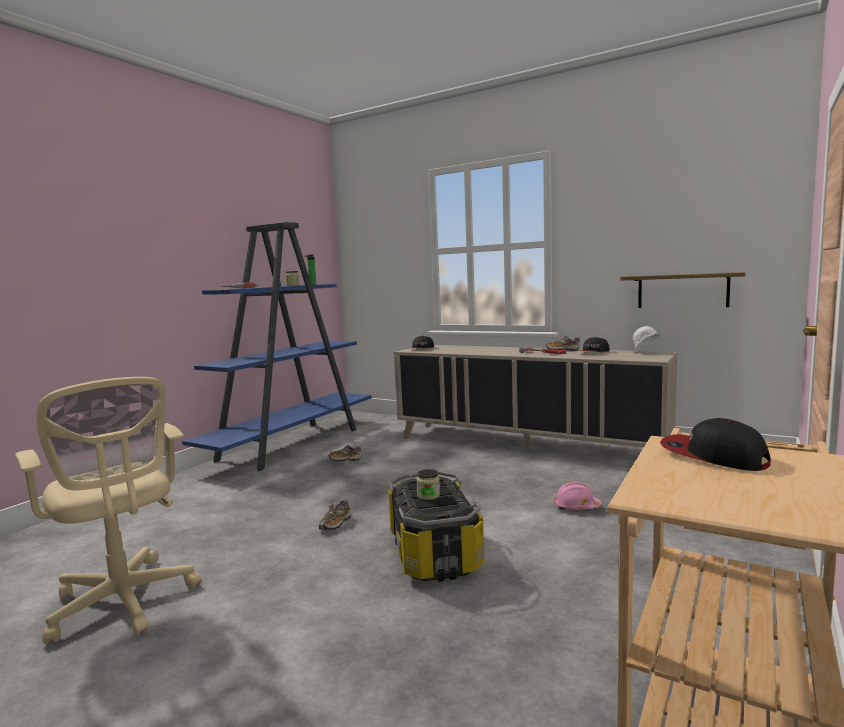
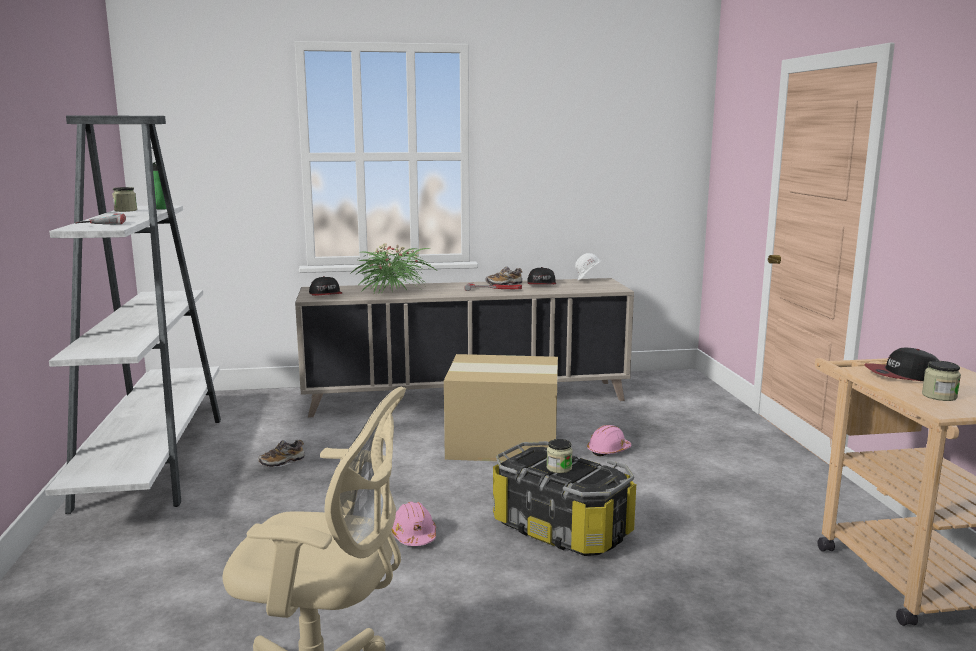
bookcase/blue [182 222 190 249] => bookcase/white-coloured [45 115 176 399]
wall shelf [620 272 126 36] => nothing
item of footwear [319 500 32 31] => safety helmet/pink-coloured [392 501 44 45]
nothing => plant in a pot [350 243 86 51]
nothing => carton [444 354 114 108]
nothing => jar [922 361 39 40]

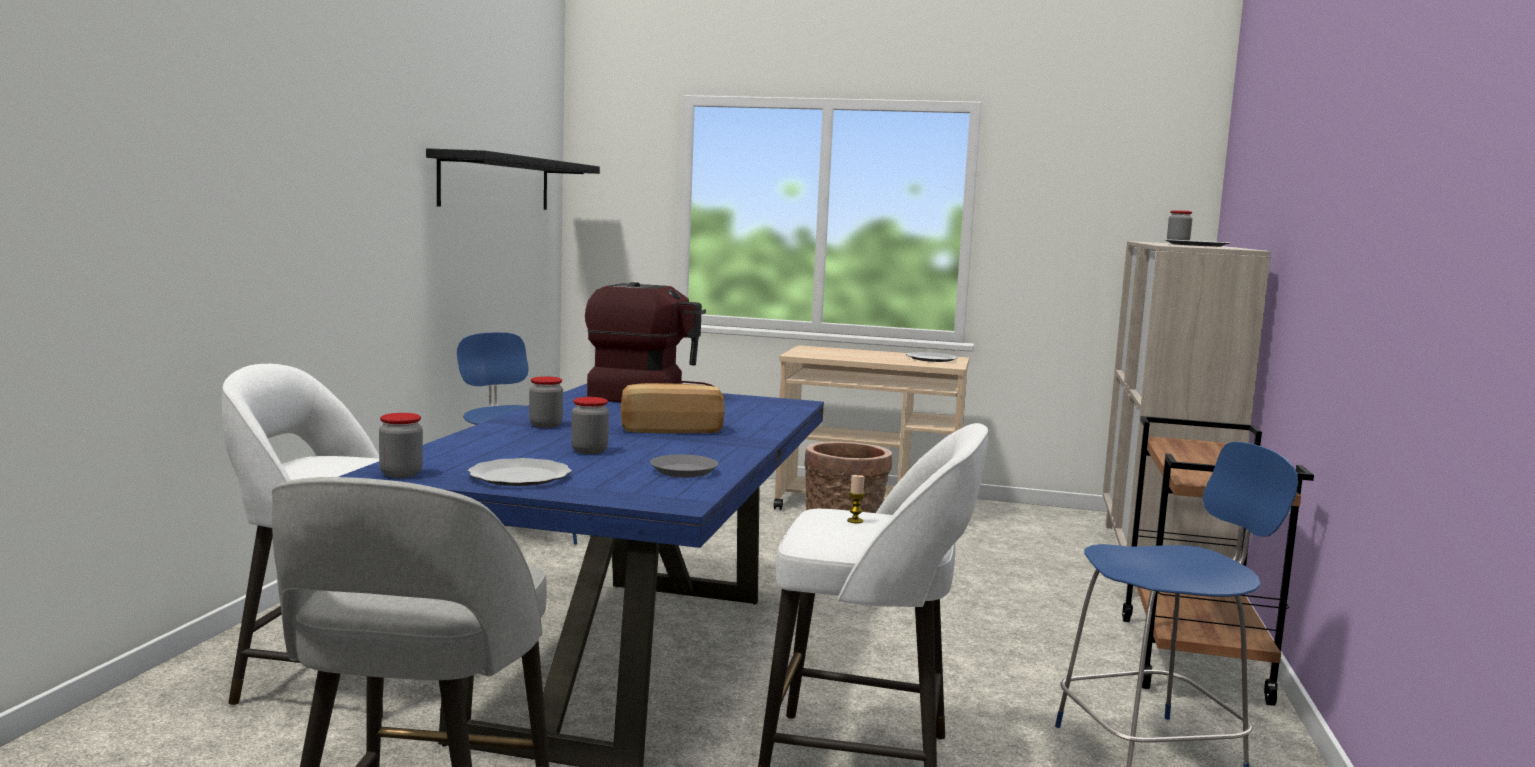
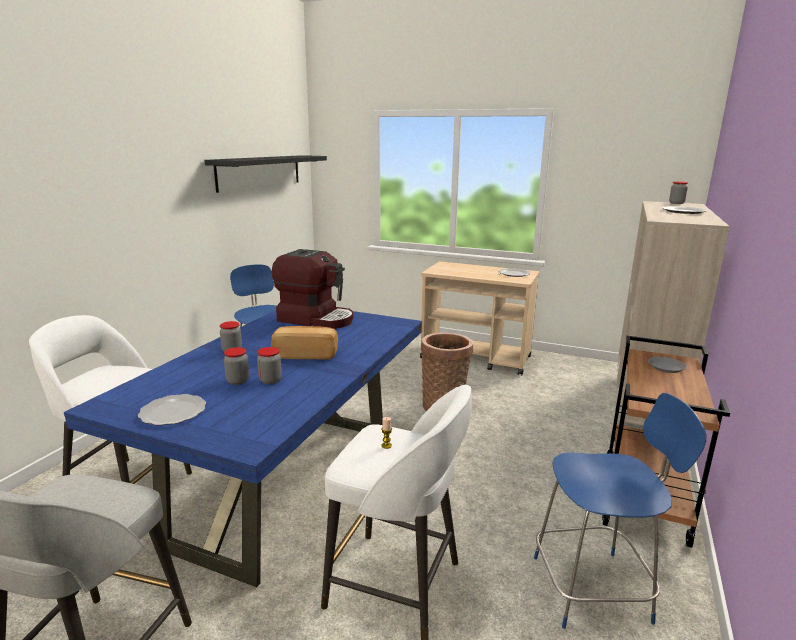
jar [379 413 44 65] => jar [257 347 25 37], relocated
dinner plate/grey [650 455 68 23] => dinner plate/grey [648 357 38 16], relocated

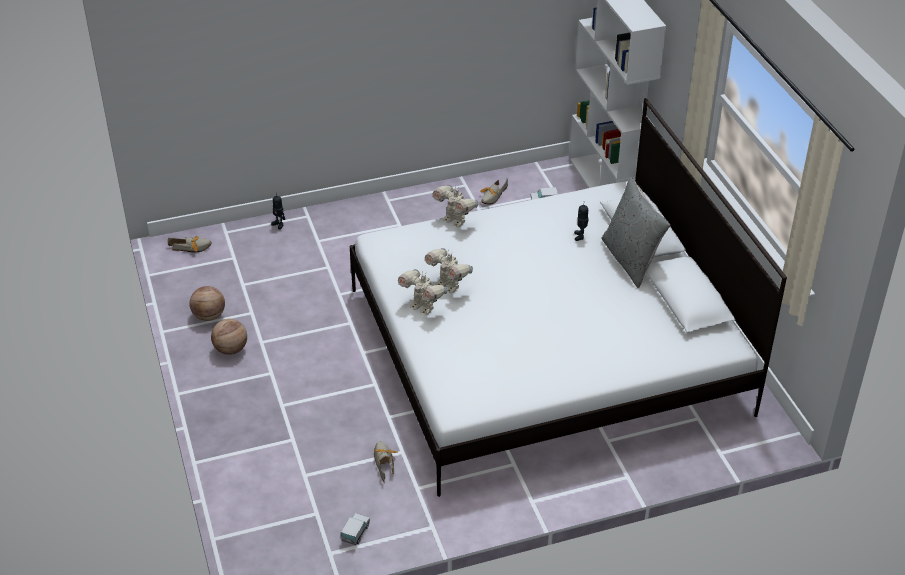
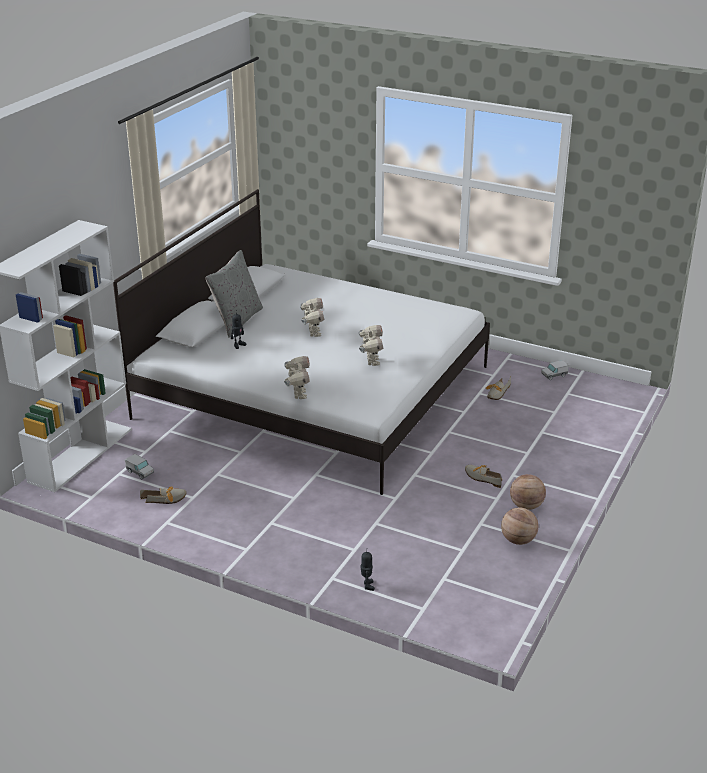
item of footwear [168 236 44 16] => item of footwear [465 465 37 23], relocated
toy robot [398 269 50 46] => toy robot [300 298 25 39], relocated

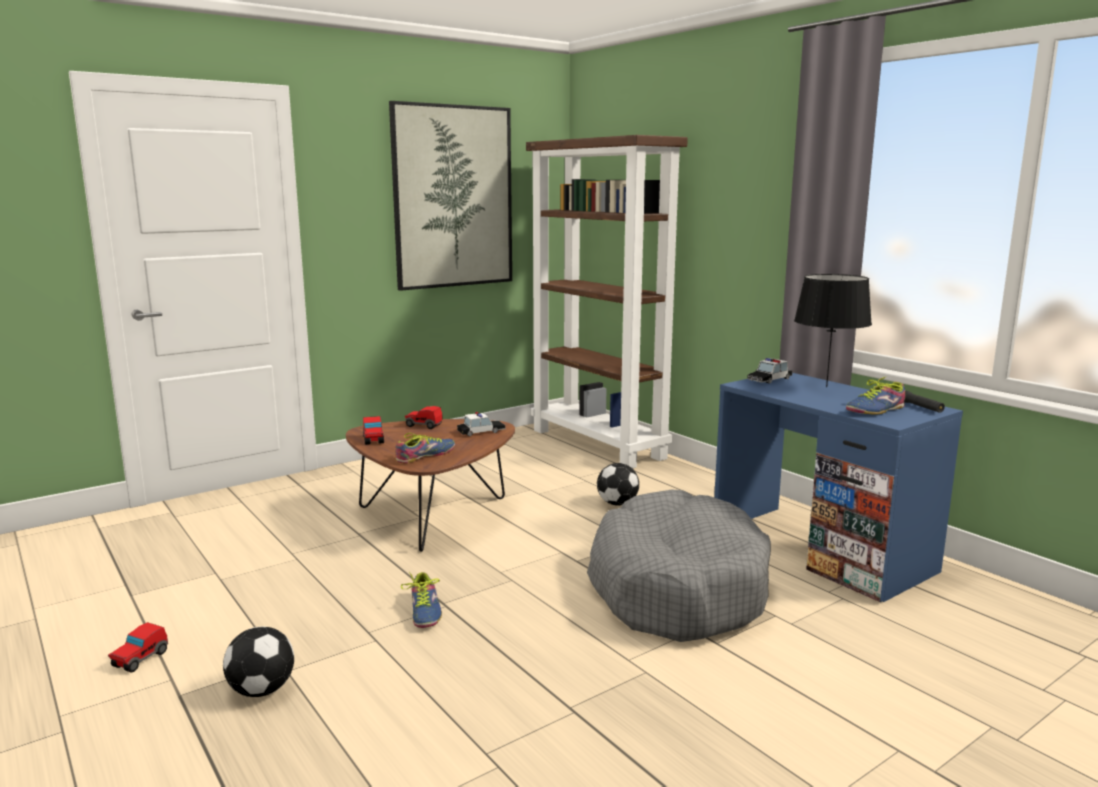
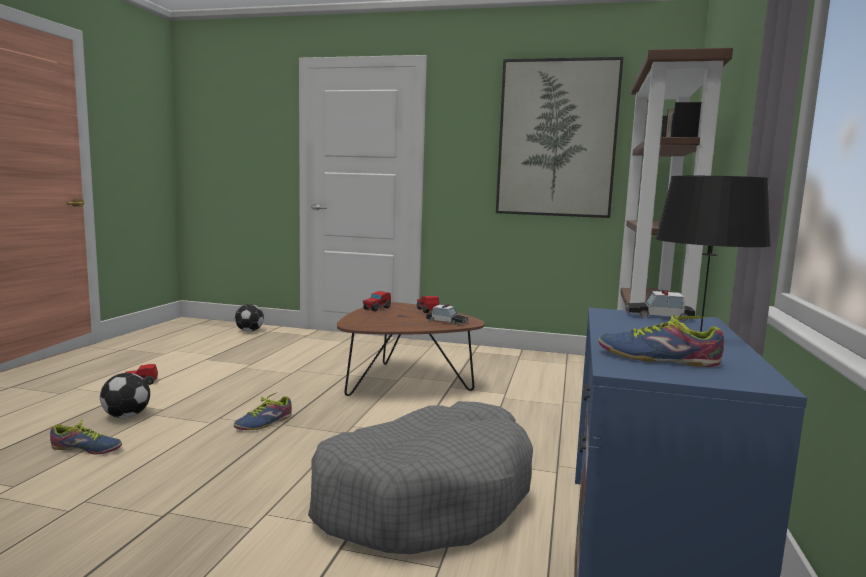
flashlight/black [904 390 41 23] => nothing
item of footwear [395 433 60 30] => item of footwear [50 420 72 34], relocated
football [597 463 42 43] => football [235 304 29 28], relocated

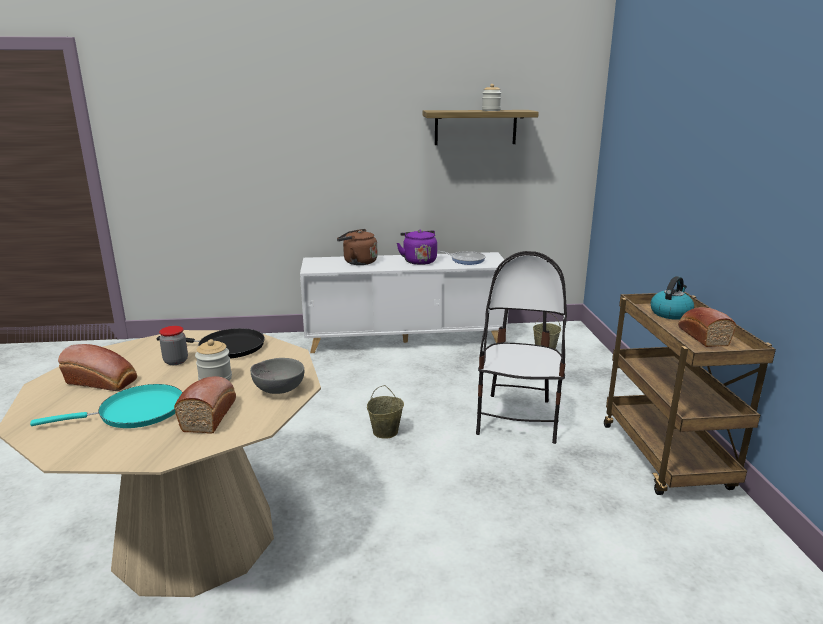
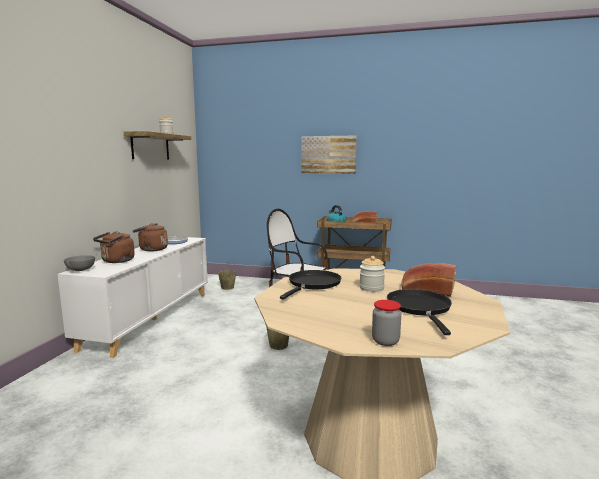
kettle/purple [397 230 40 35] => kettle/brown [132 223 36 28]
jar [159 326 29 39] => jar [372 300 29 46], relocated
baked bread [58 344 79 47] => nothing
deep dish/grey [250 358 54 36] => deep dish/grey [64 255 31 16], relocated
frying pan/blue-green [30 384 153 44] => frying pan/black [387 289 65 46]
nothing => wall art [302 136 55 38]

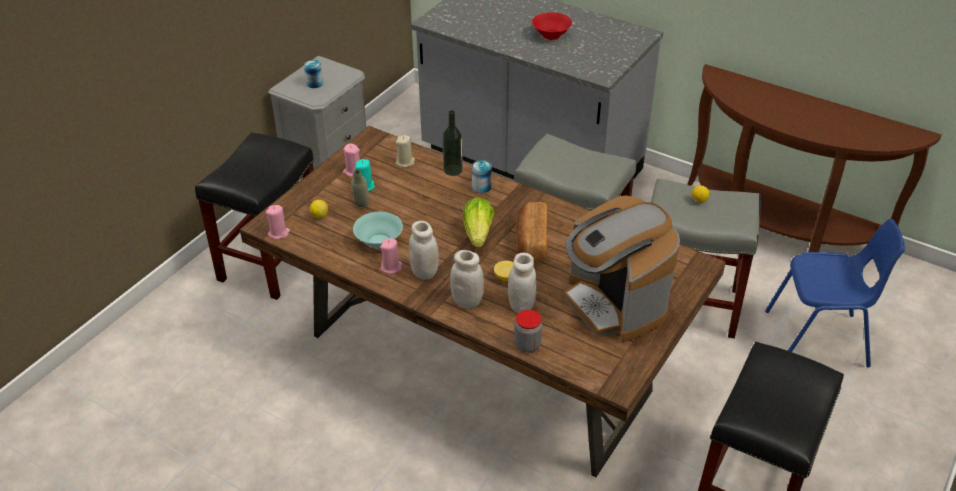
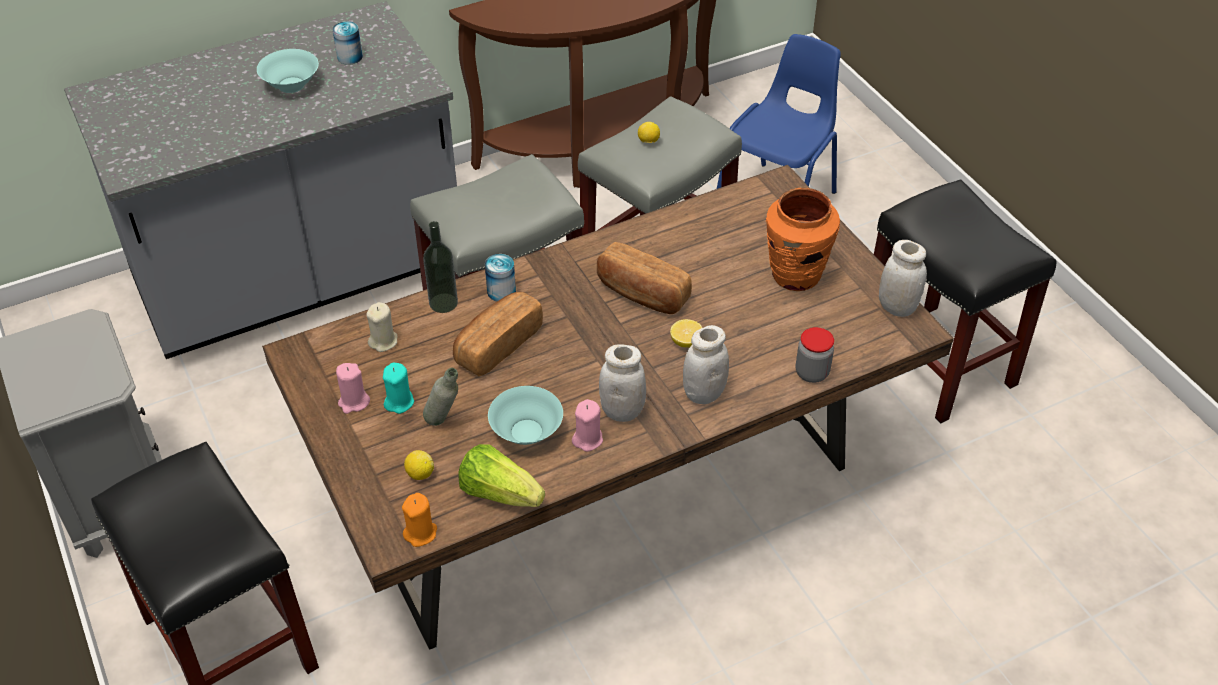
deep dish/red-coloured [532 12 40 28] => deep dish/blue-green [257 49 62 44]
sealed can [304 60 19 28] => sealed can [333 21 30 44], relocated
coffee brewer [564 196 116 147] => vase/orange [766 188 74 103]
lettuce head [462 197 33 50] => lettuce head [458 444 87 63], relocated
candle/pink-coloured [266 205 24 34] => candle/orange [402 493 35 54]
jar/white-coloured [508 253 29 60] => jar/white-coloured [879 240 48 77], relocated
nothing => baked bread [453 292 90 84]

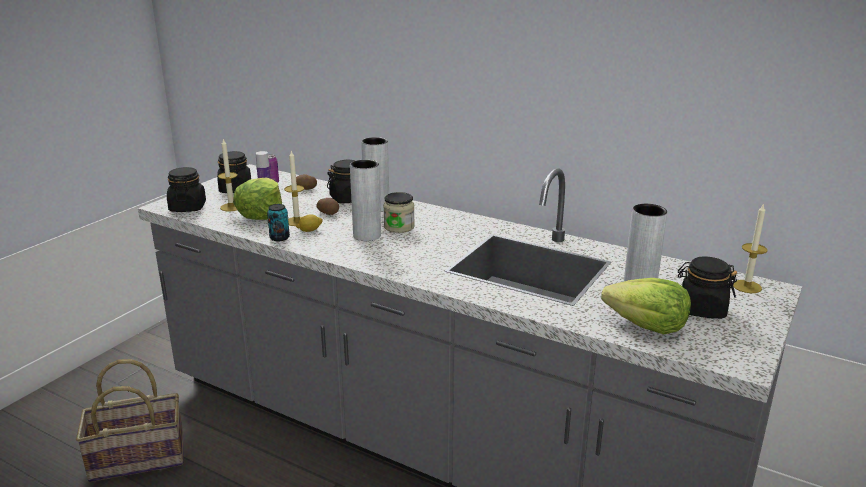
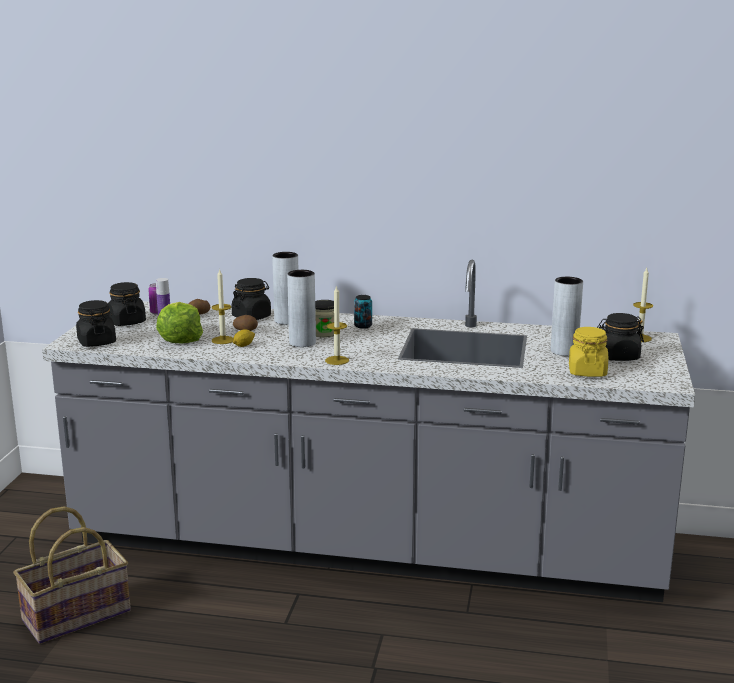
candle [218 139 20 73] => candle [325 285 24 80], relocated
sealed can [267 204 23 37] => sealed can [354 295 18 34], relocated
lettuce head [601 278 90 56] => jar/yellow [569 327 39 50]

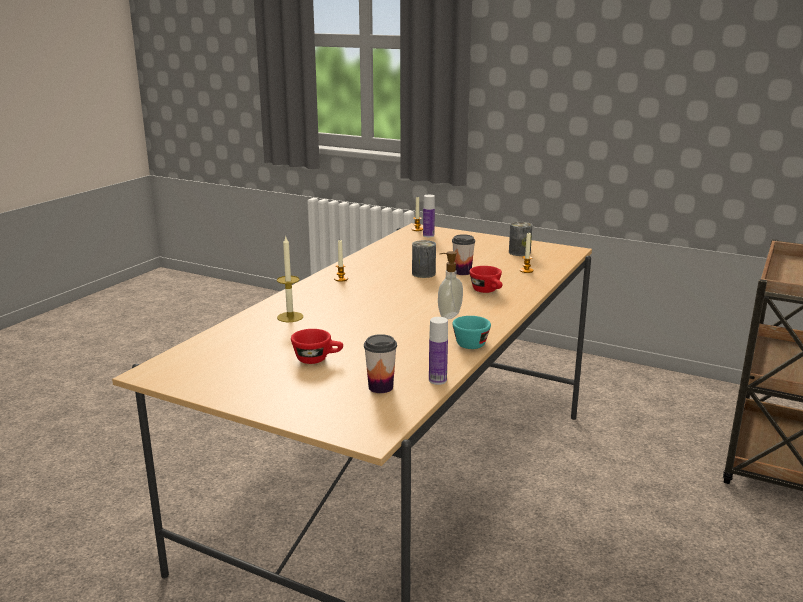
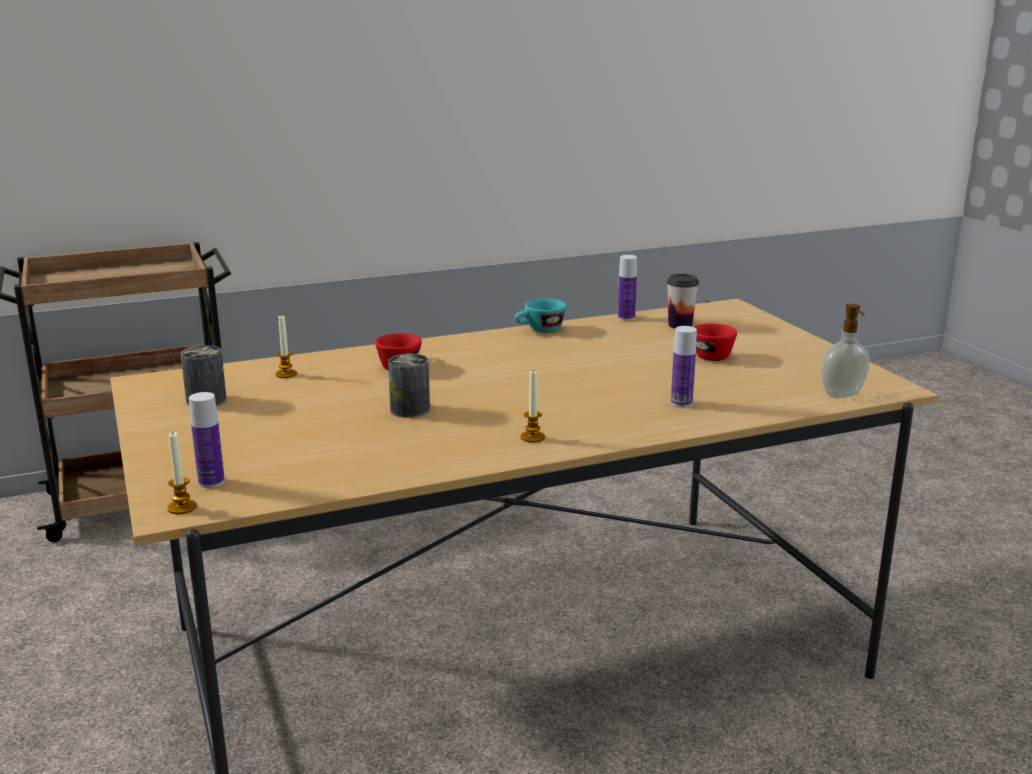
cup [452 234 23 41] => nothing
candle [277 237 26 85] => beverage bottle [671 326 26 81]
liquid soap bottle [438 251 25 68] => liquid soap bottle [822 304 47 94], relocated

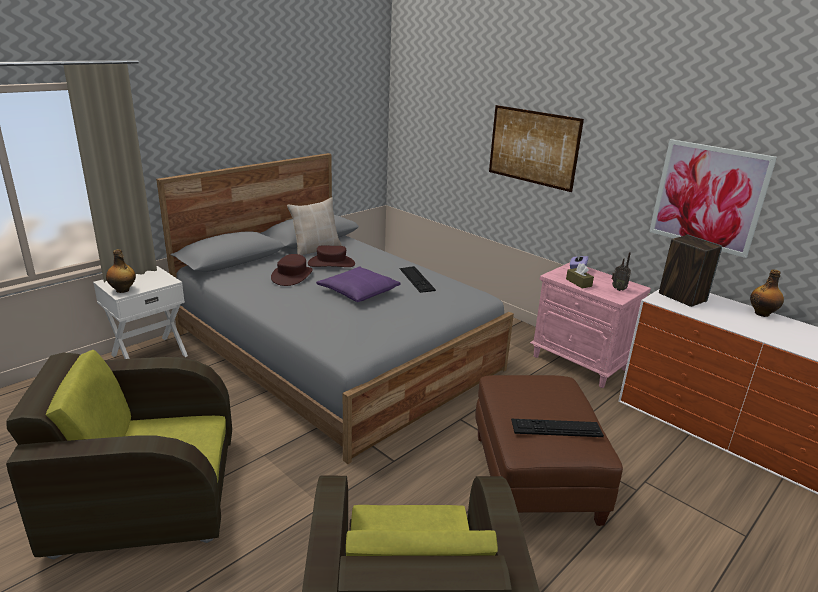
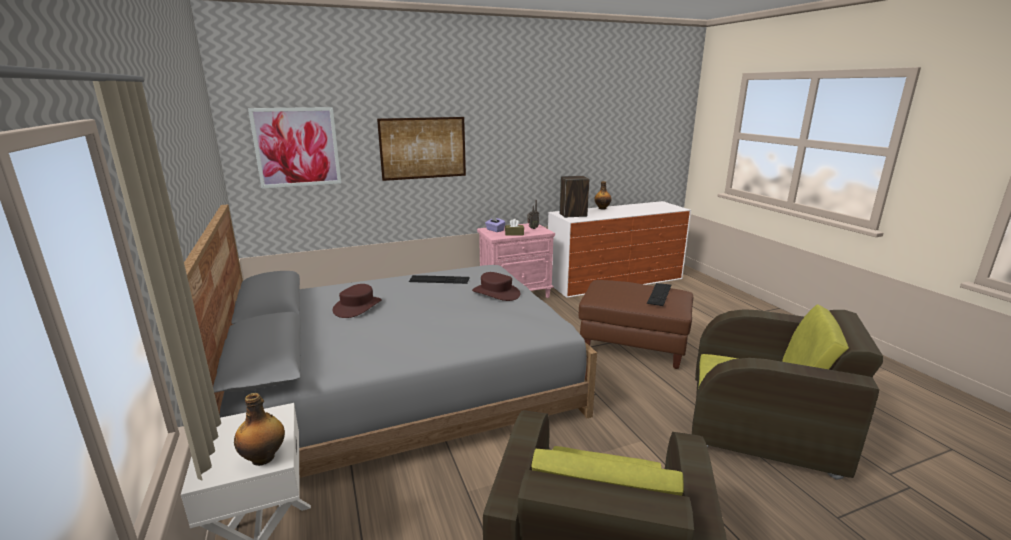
wall art [649 139 128 119] => wall art [248 107 93 81], relocated
throw pillow/beige-coloured [287 197 55 58] => nothing
clothing hat/brown [271 254 42 32] => clothing hat/brown [472 272 48 29], relocated
throw pillow/purple [316 266 84 36] => nothing

